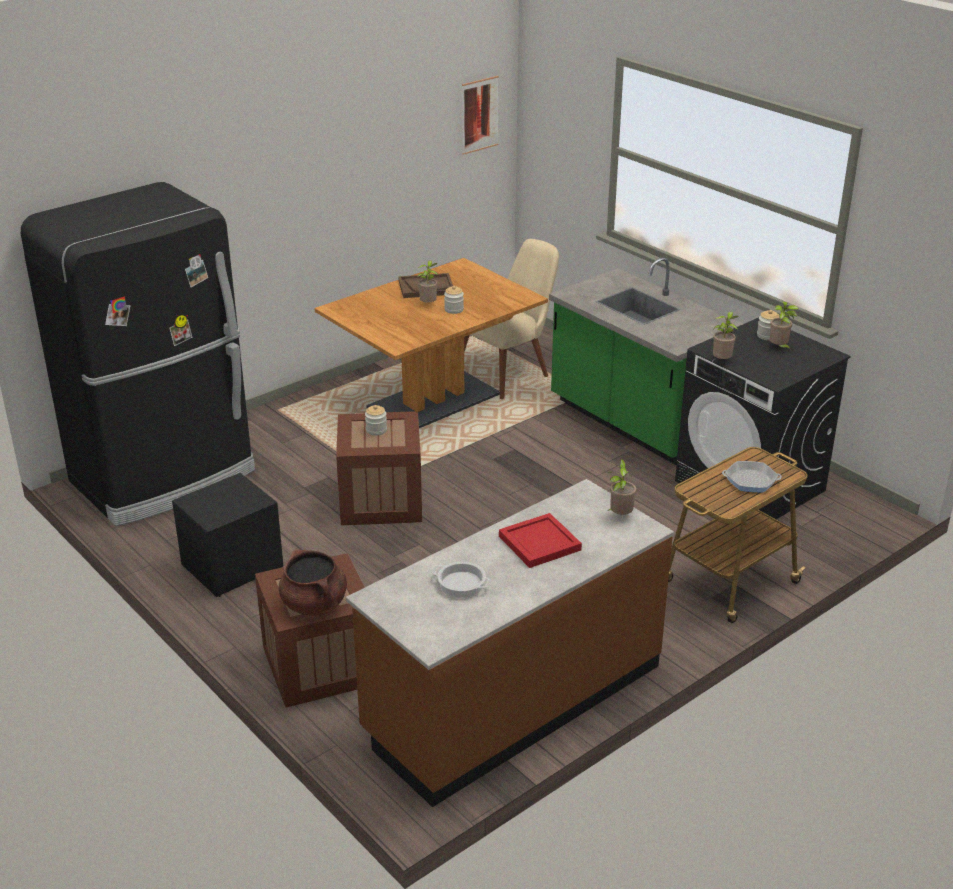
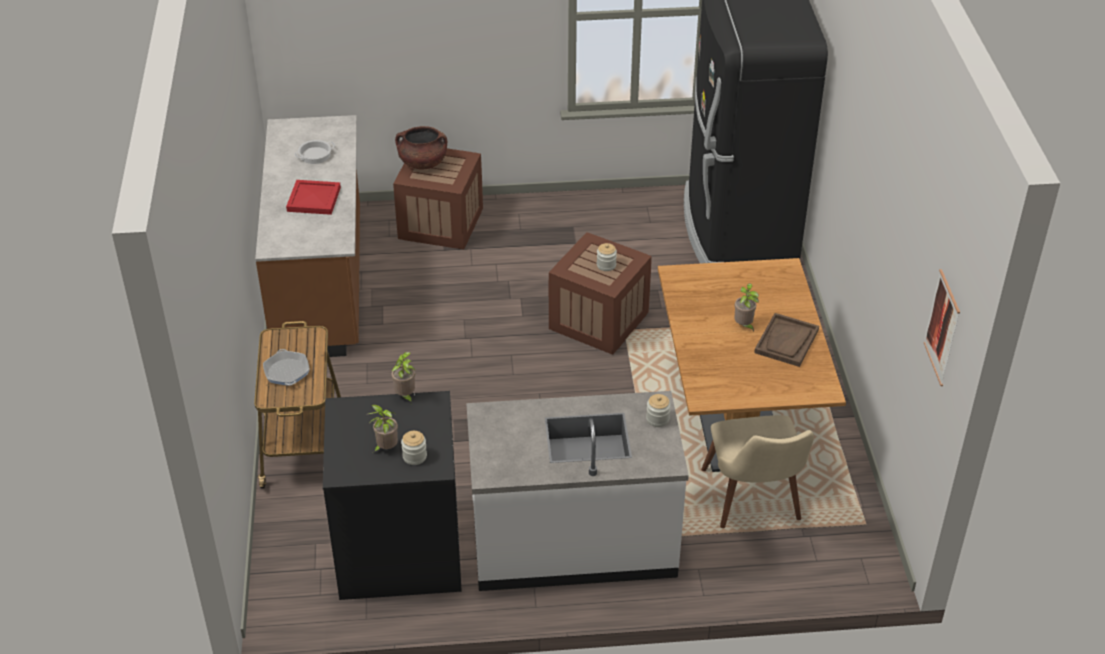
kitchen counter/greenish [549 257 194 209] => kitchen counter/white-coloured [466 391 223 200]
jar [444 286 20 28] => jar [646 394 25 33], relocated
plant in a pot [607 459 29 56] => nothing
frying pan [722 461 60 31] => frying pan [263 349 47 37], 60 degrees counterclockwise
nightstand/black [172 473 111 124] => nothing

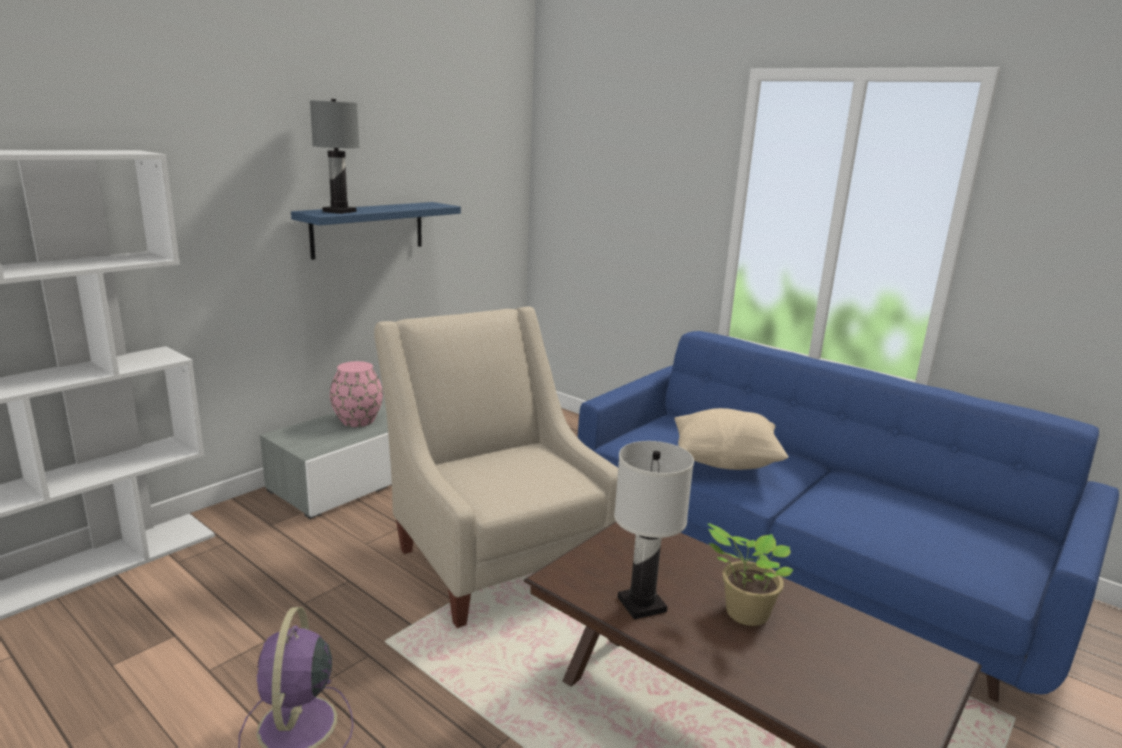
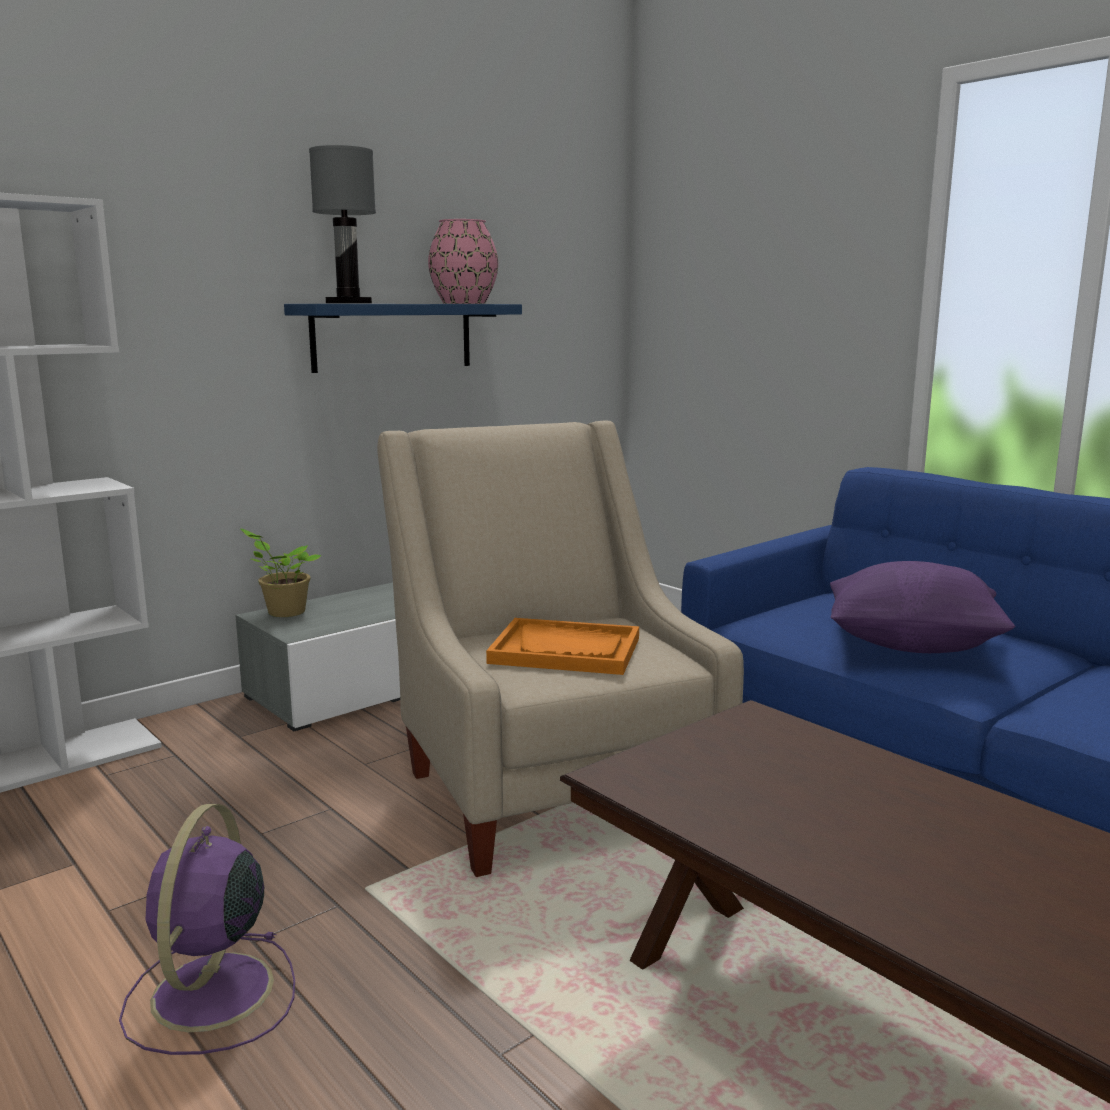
vase/pink-coloured [330 361 53 66] => vase/pink-coloured [428 219 70 85], relocated
throw pillow/beige-coloured [674 408 115 62] => throw pillow/purple [830 561 185 92]
table lamp/white-coloured [614 441 80 178] => nothing
plant in a pot [708 523 85 103] => plant in a pot [241 529 81 88], relocated
nothing => carrying tray/orange [486 618 153 57]

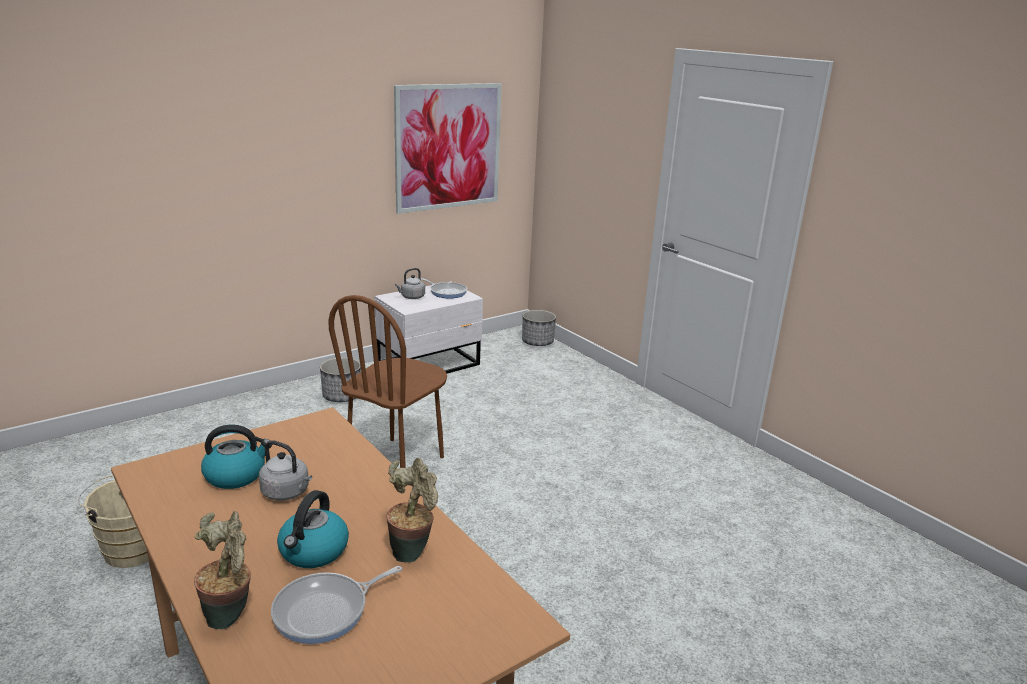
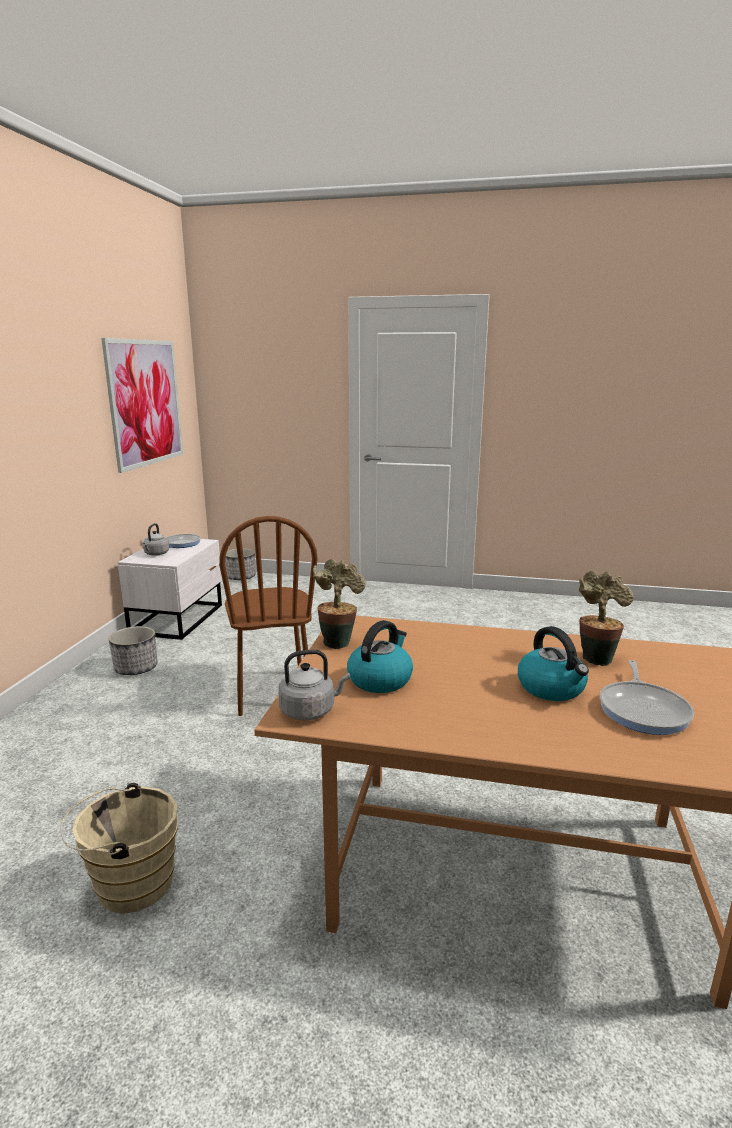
kettle/grey [259 440 53 61] => kettle/grey [278 650 72 70], relocated
plant in a pot [194 511 57 118] => plant in a pot [313 559 53 90], relocated

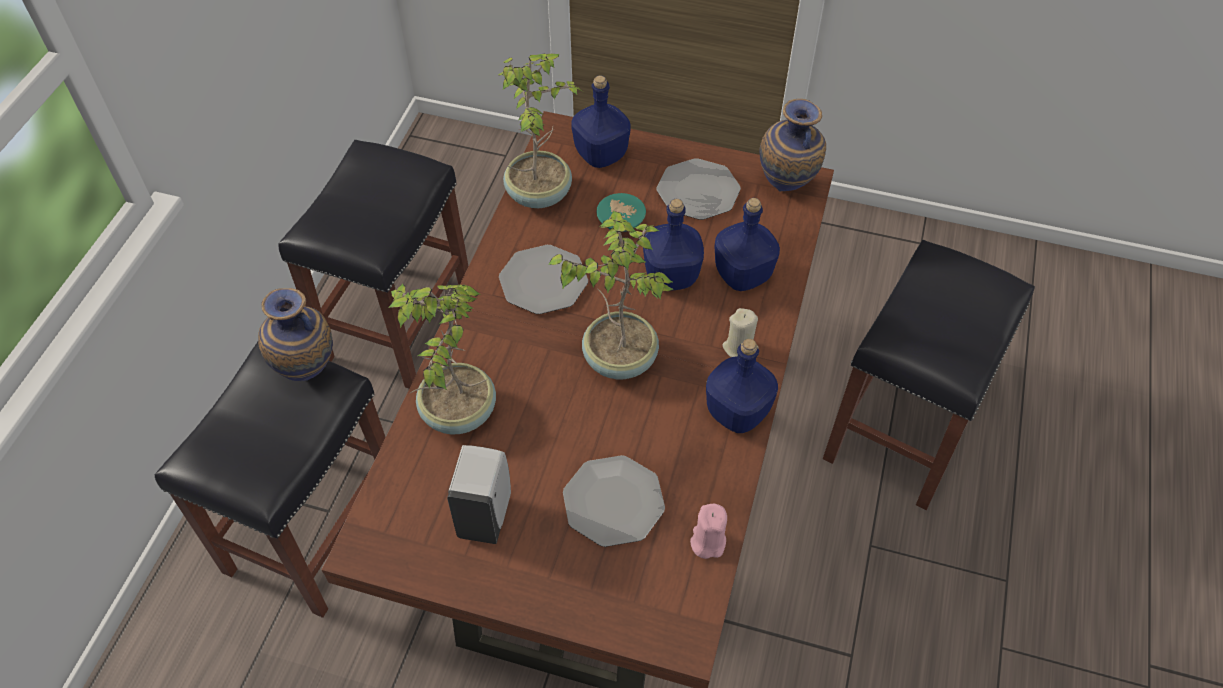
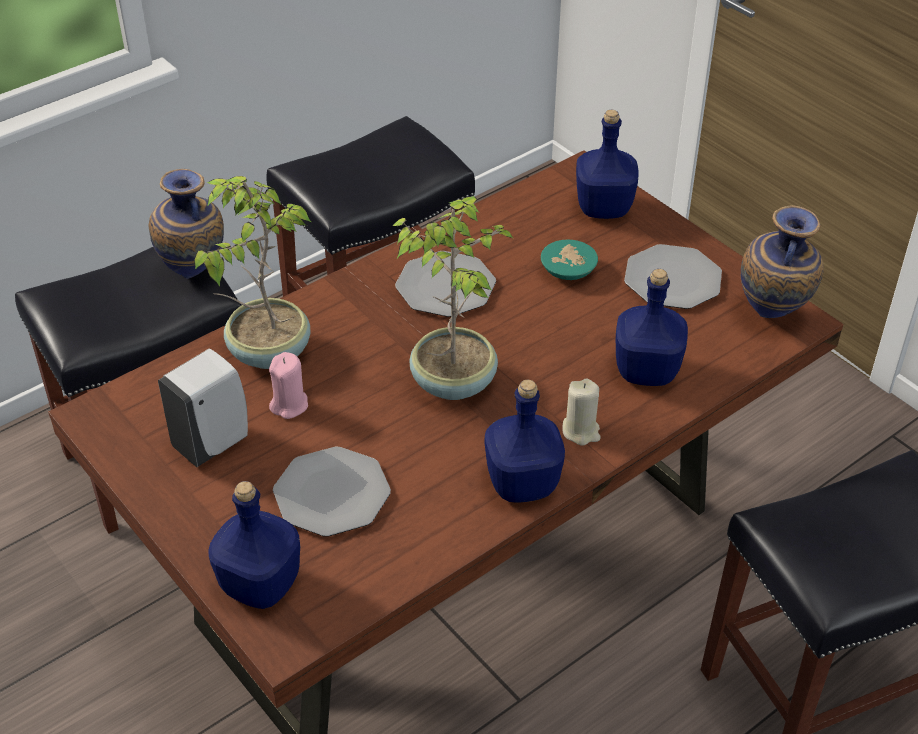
plant in a pot [498 54 84 154] => nothing
beverage bottle/blue [643 199 61 92] => beverage bottle/blue [208 481 92 128], relocated
candle/pink-coloured [690 504 37 55] => candle/pink-coloured [269 352 39 67], relocated

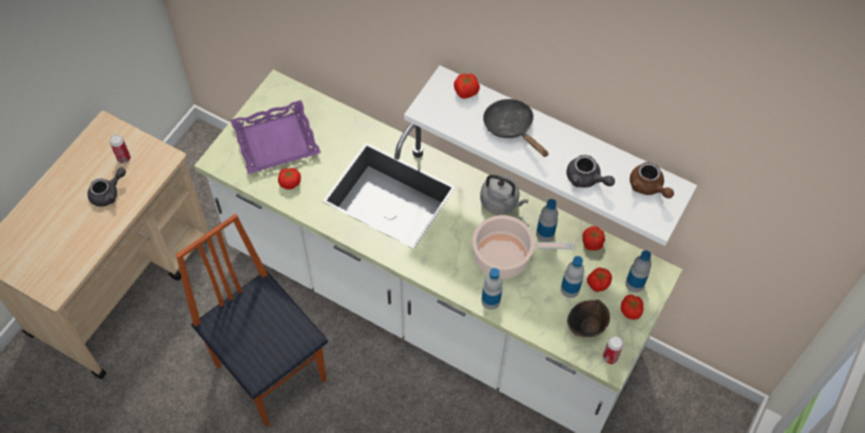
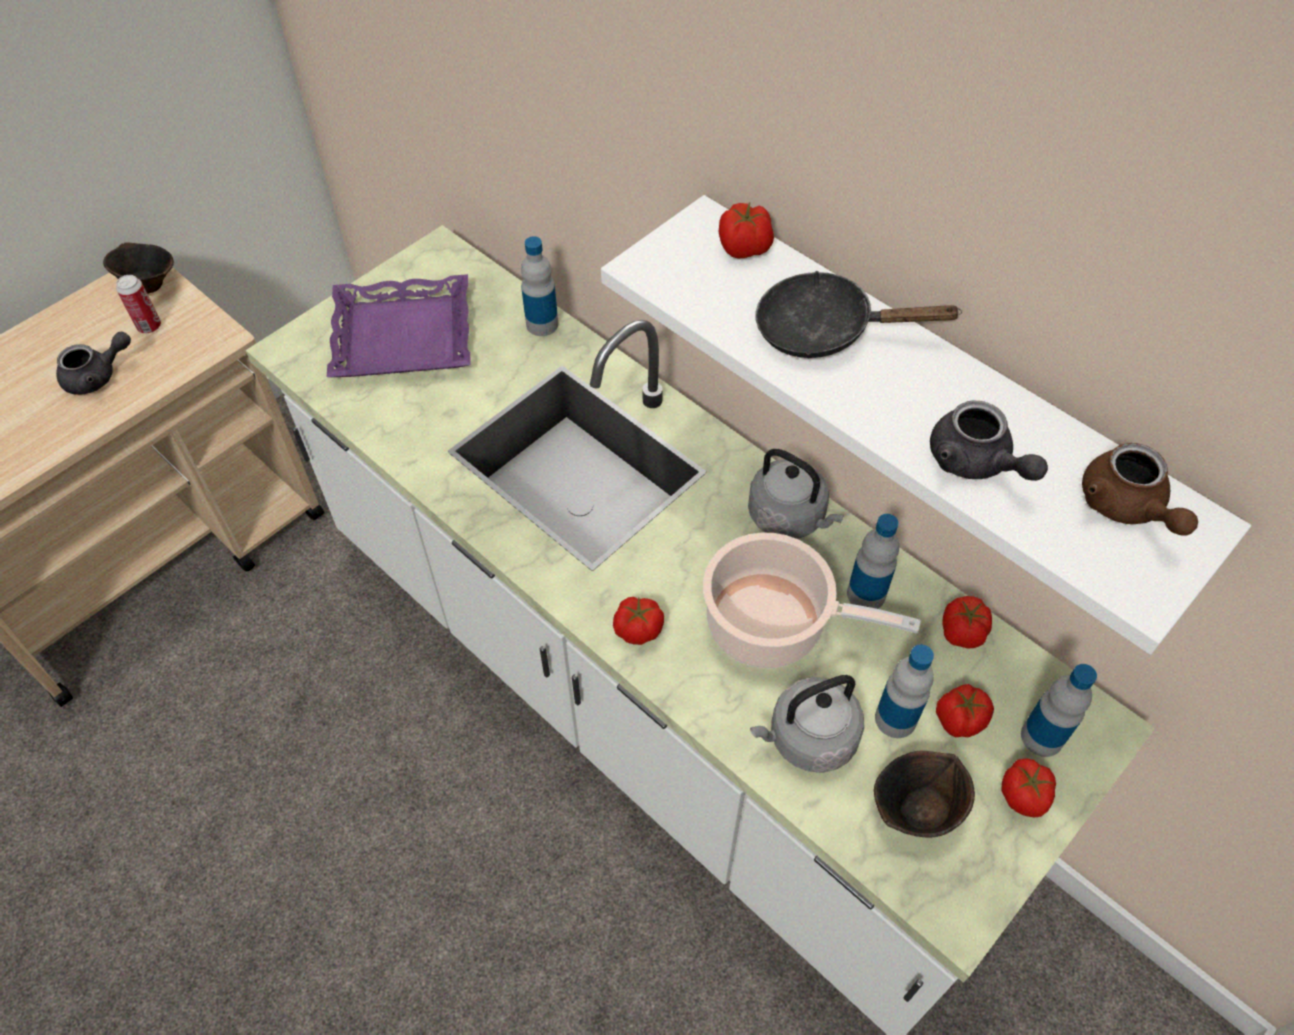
frying pan/black [483 99 65 58] => frying pan/black [756 271 206 87], 60 degrees counterclockwise
fresh tomato [278 168 23 21] => fresh tomato [613 597 51 48], relocated
plain chair [176 214 152 213] => nothing
beverage bottle [481 268 22 42] => beverage bottle [521 236 37 100], relocated
sealed can [603 336 21 28] => nothing
nothing => deep dish/brown [103 242 71 52]
nothing => kettle/grey [750 675 114 98]

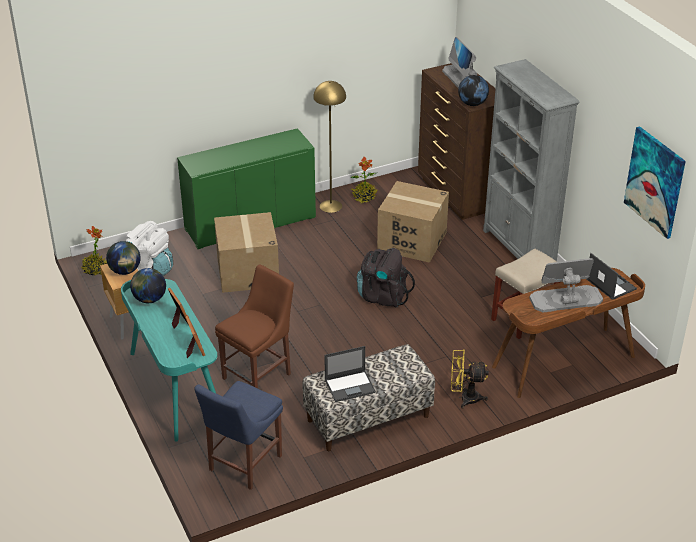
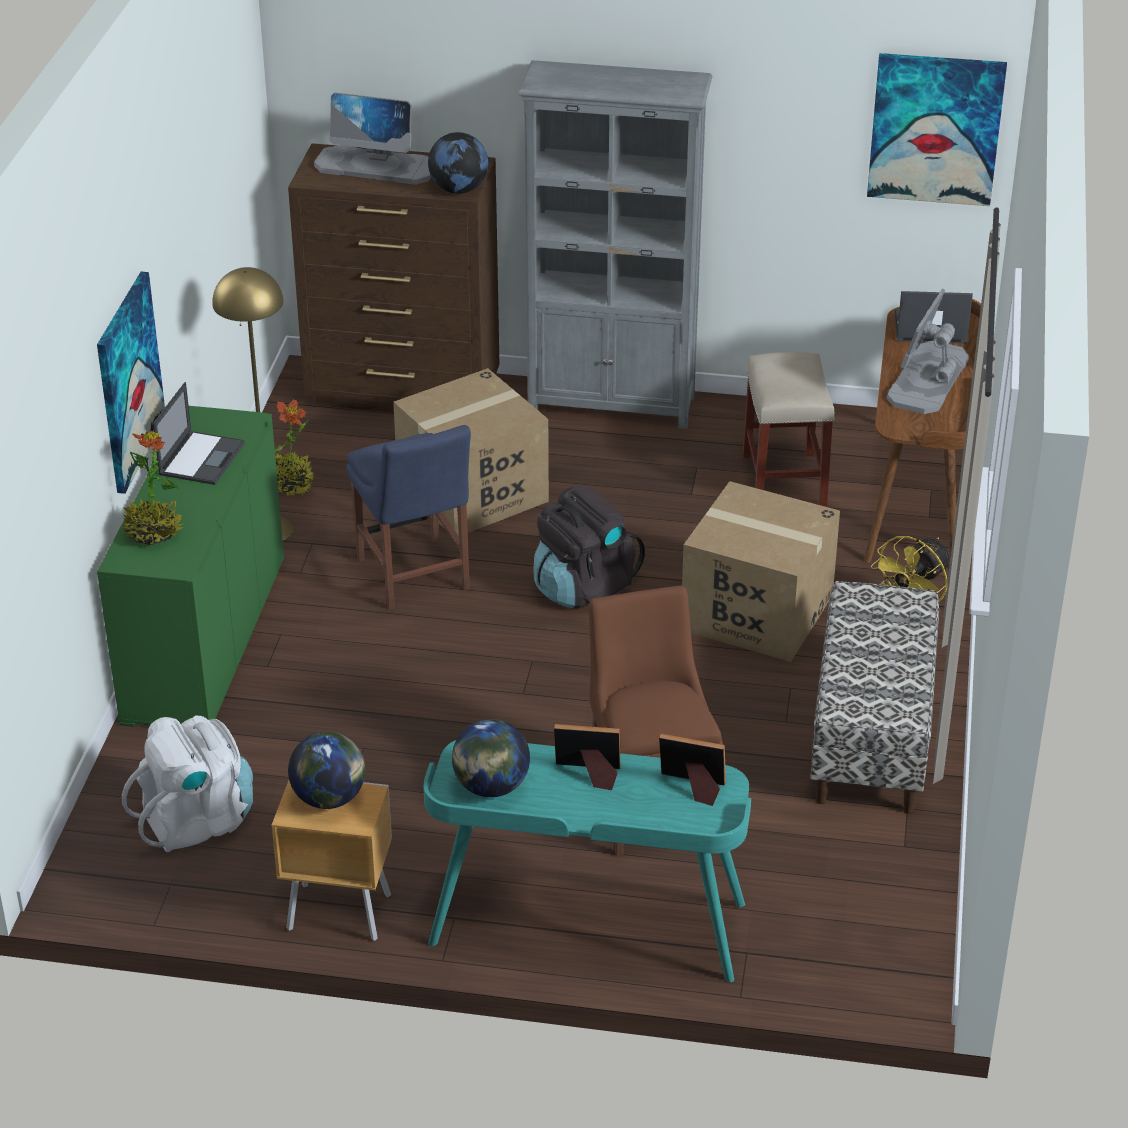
carton [214 212 65 81] => carton [682 481 158 181], relocated
plant in a pot [81 226 26 49] => plant in a pot [122 430 63 115], relocated
laptop [324 346 52 56] => laptop [153 382 92 103], relocated
plain chair/blue [194 381 89 109] => plain chair/blue [346 425 125 185], relocated
nothing => wall art [97 272 68 222]

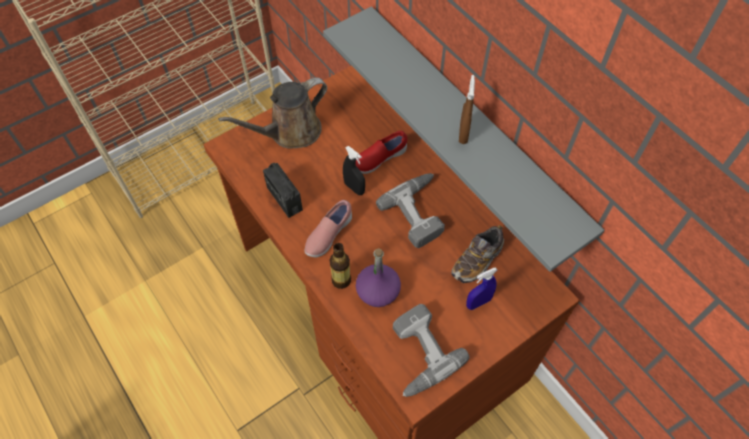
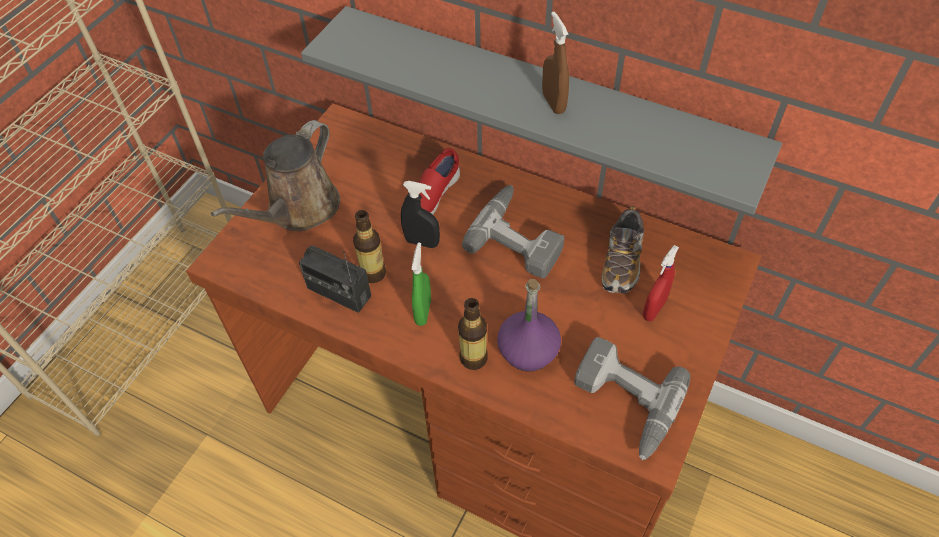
item of footwear/pink-coloured [305 200 47 57] => spray bottle/greenish [411 242 20 84]
spray bottle/blue [466 267 31 43] => spray bottle/red-coloured [643 245 36 76]
nothing => beverage bottle [353 210 33 73]

